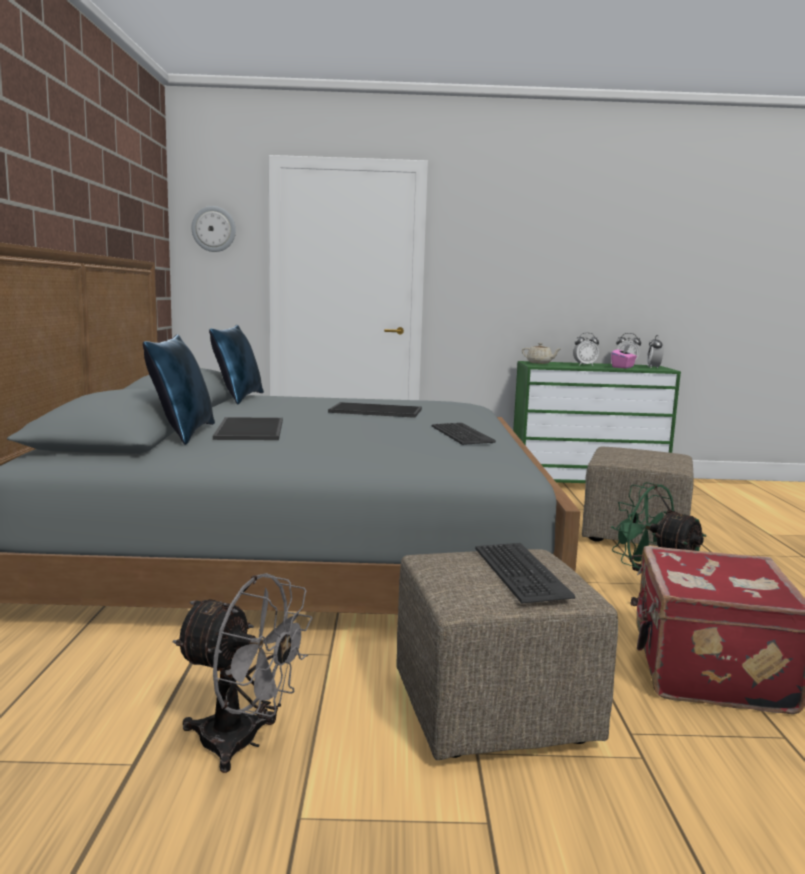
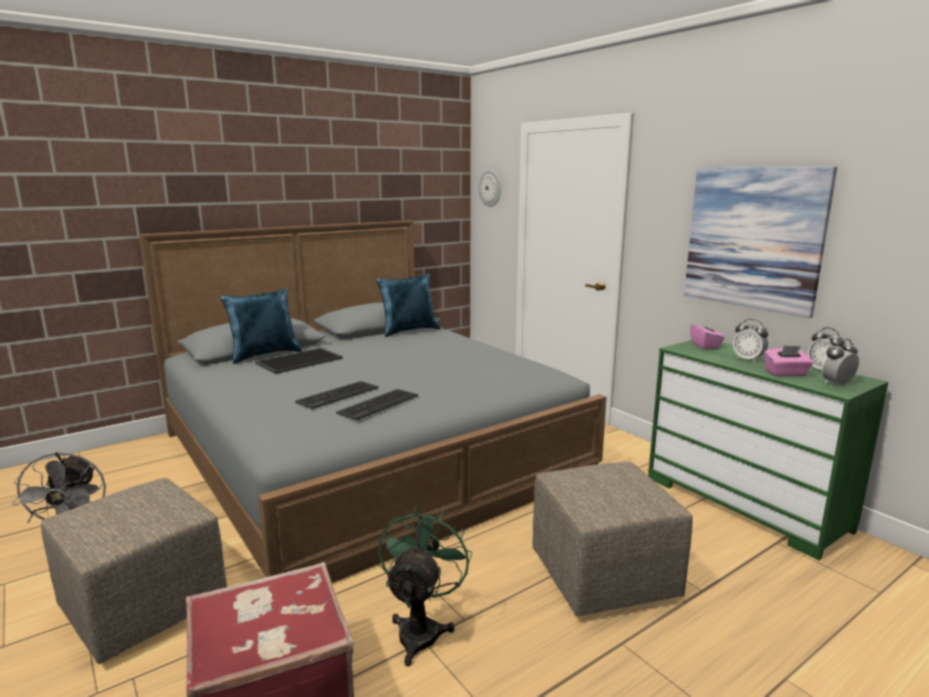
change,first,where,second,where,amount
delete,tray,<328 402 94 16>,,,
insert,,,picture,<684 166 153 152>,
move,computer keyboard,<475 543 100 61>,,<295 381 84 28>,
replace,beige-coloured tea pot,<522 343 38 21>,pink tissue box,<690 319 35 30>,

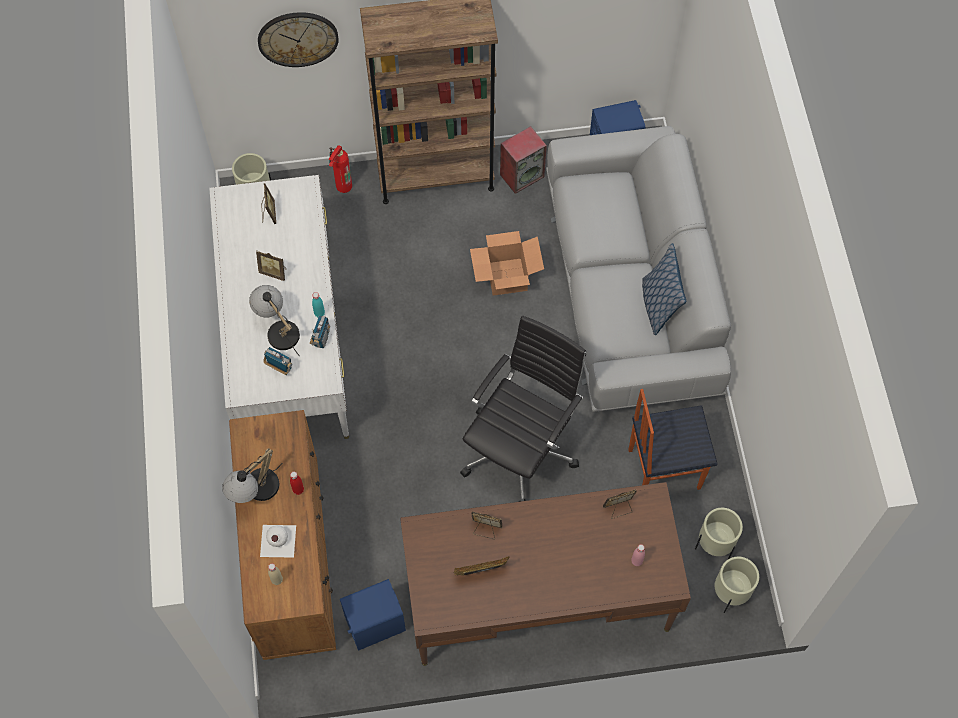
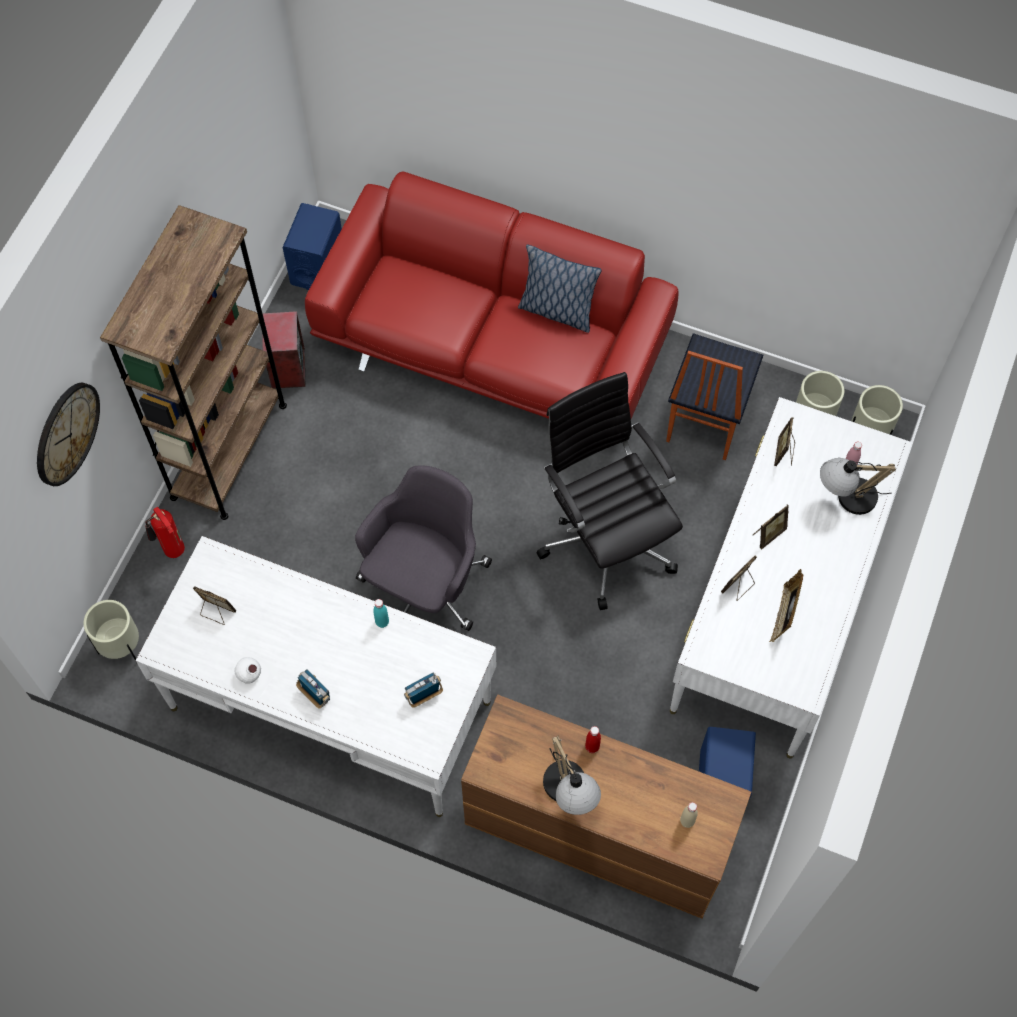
change,first,where,second,where,amount
delete,carton,<470 231 74 65>,,,
insert,,,gray office chair,<355 465 137 166>,
move,tabletop lamp,<249 285 51 71>,,<820 458 76 57>,
move,photo frame,<256 251 29 30>,,<752 505 37 44>,
move,whitish beverage bottle,<260 525 36 33>,,<223 650 56 52>,
move,radio,<310 316 20 32>,,<296 669 34 39>,
recolor,brownish desk table,<400 482 291 184>,whitish desk table,<670 397 242 362>,
recolor,gray settee,<546 126 185 286>,red settee,<305 171 374 248>,

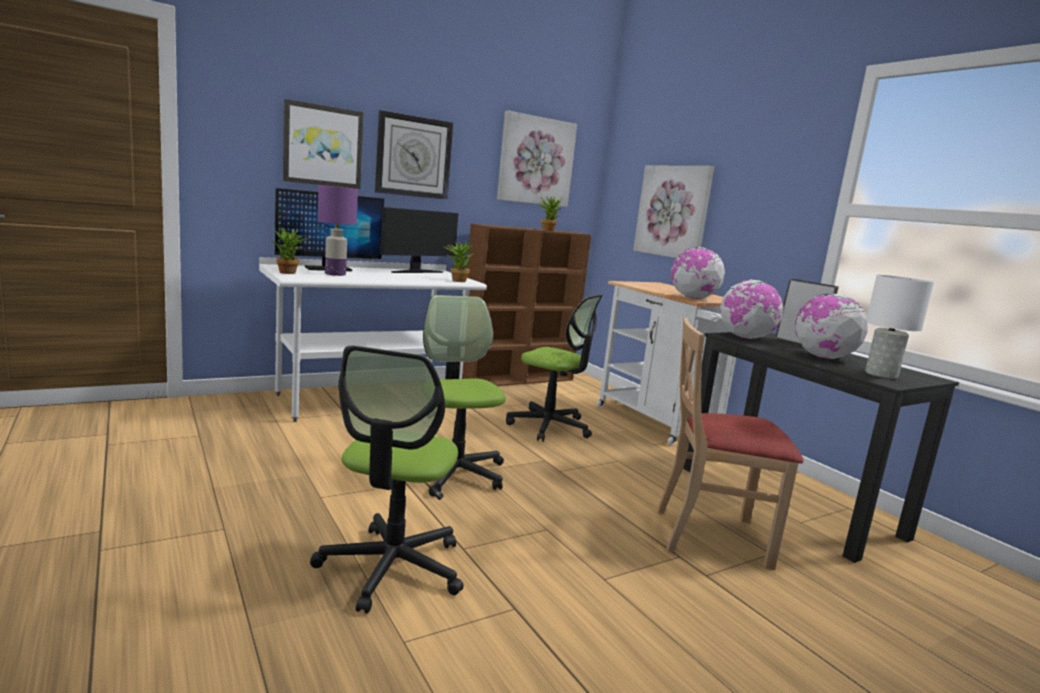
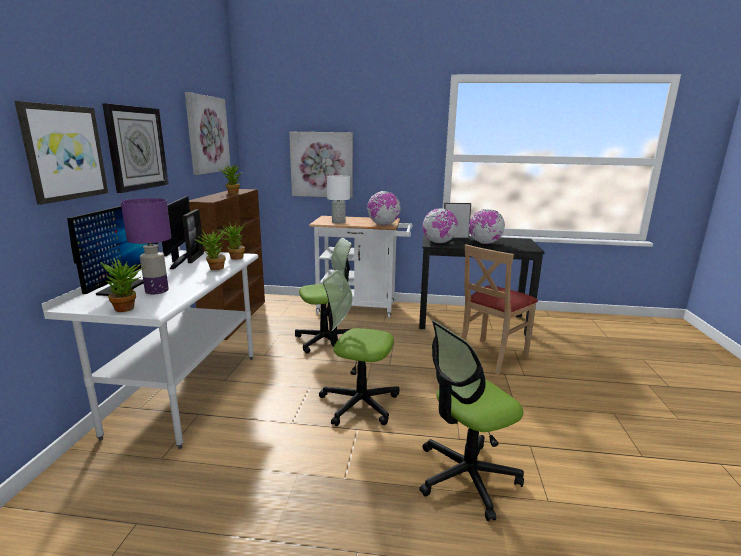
change,first,where,second,where,amount
insert,,,photo frame,<182 209 22 54>,
insert,,,potted plant,<194 230 32 40>,
move,whitish tabletop lamp,<865 275 69 104>,,<327 175 23 48>,
rotate,office chair,<310 345 154 268>,,<419 321 105 200>,105 degrees clockwise

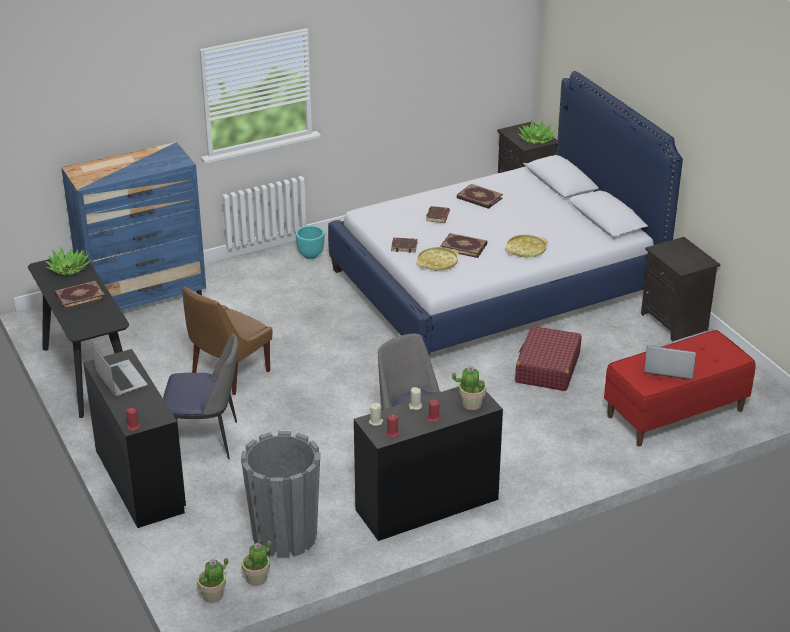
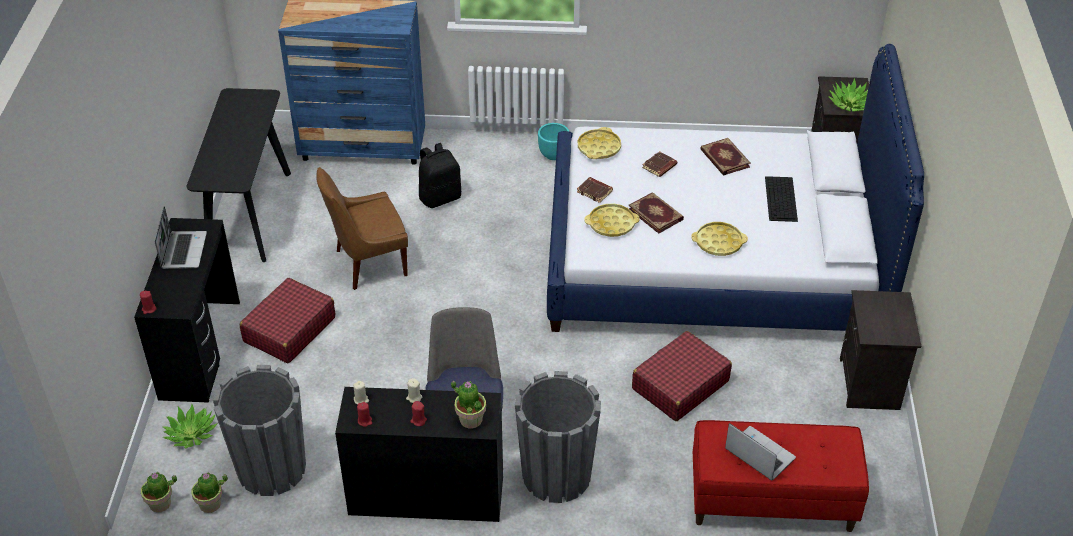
change,first,where,second,where,amount
delete,volume,<54 281 51 29>,,,
insert,,,black knapsack,<419 143 42 65>,
insert,,,gray flower pot,<515 371 86 132>,
insert,,,yellow-coloured tray,<578 127 43 32>,
insert,,,computer keyboard,<765 176 33 46>,
move,potted plant,<45 246 46 29>,,<163 405 55 43>,
replace,upright chair,<163 333 75 126>,red suitcase,<240 278 95 85>,

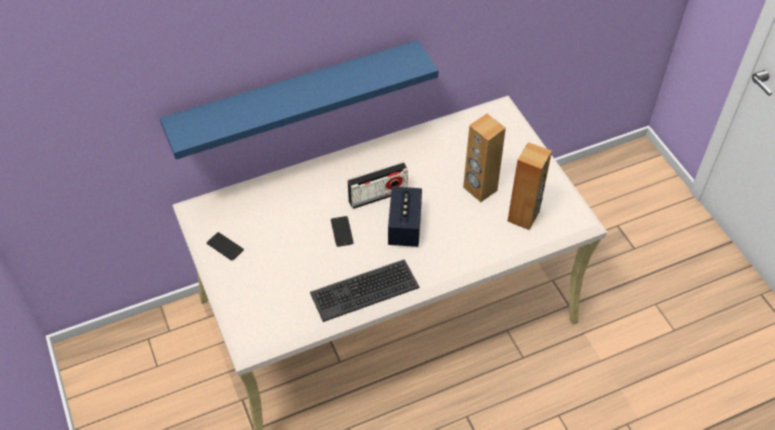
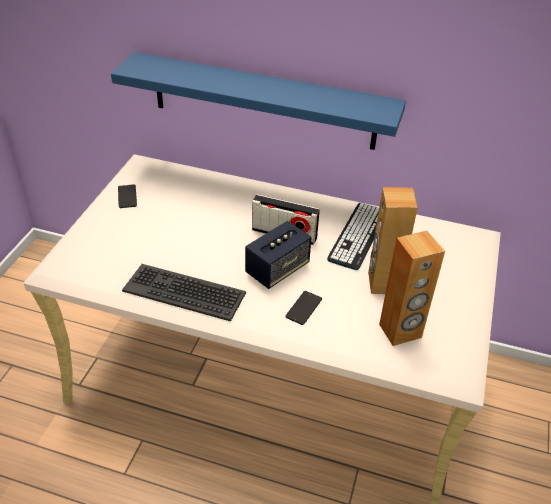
change,first,where,second,where,amount
insert,,,computer keyboard,<327 203 52 67>,
move,telephone,<331 216 23 31>,,<285 291 37 34>,

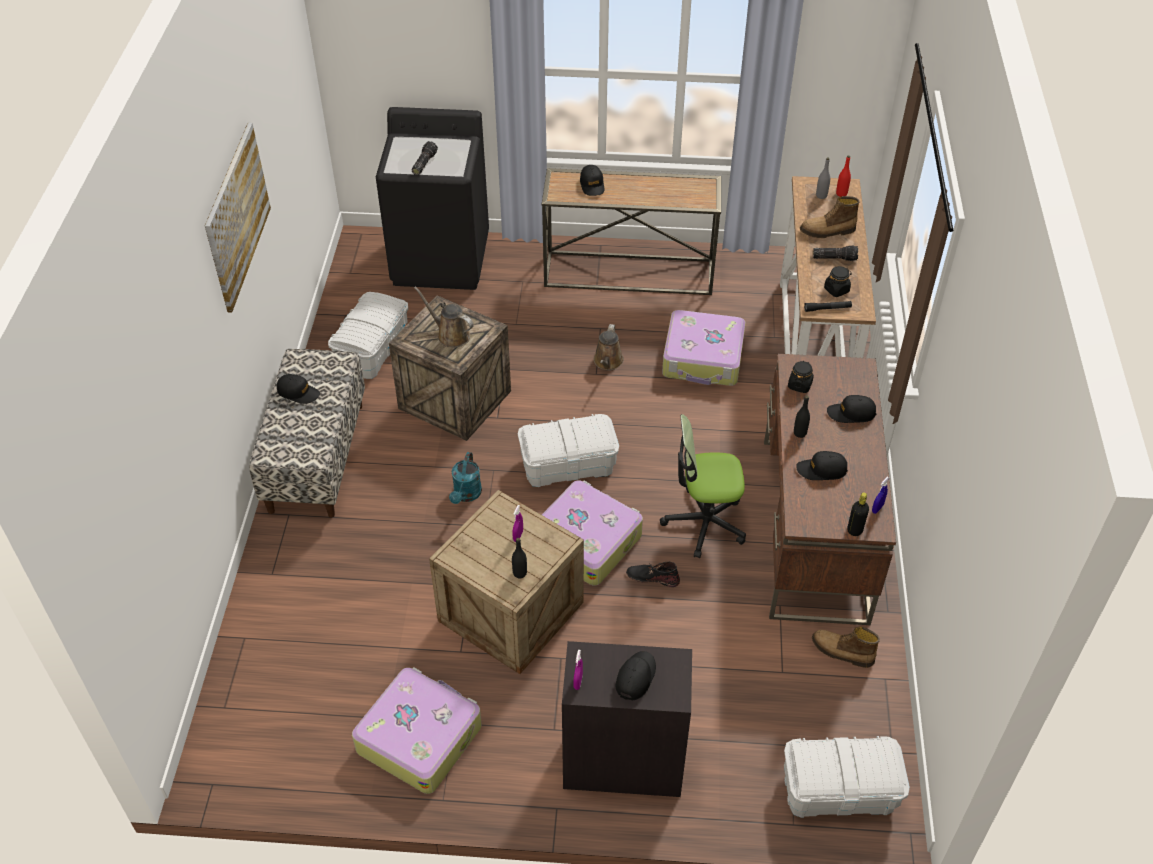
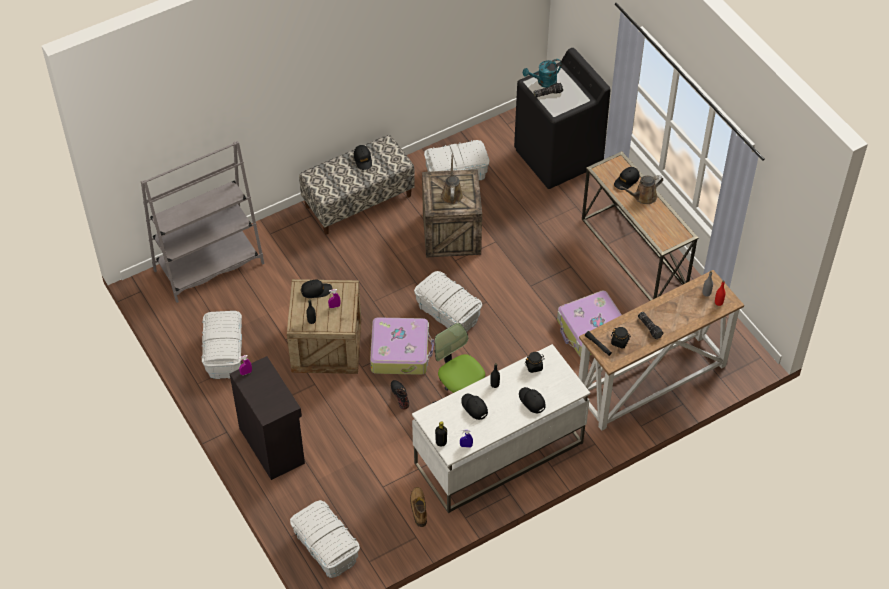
change,first,where,second,where,amount
delete,picture,<205 123 66 190>,,,
delete,high-top boot,<800 196 60 42>,,,
insert,,,gray bookcase,<141 141 123 162>,
move,turquoise-coloured sprinkling can,<449 452 33 52>,,<523 59 39 29>,
move,brownish sprinkling can,<594 324 30 46>,,<619 175 44 29>,
move,black cap,<616 651 40 50>,,<301 280 31 18>,
replace,suitcase,<352 667 130 127>,whitish storage bin,<201 311 41 68>,
recolor,brownish desk table,<764 354 132 271>,whitish desk table,<412 344 178 169>,

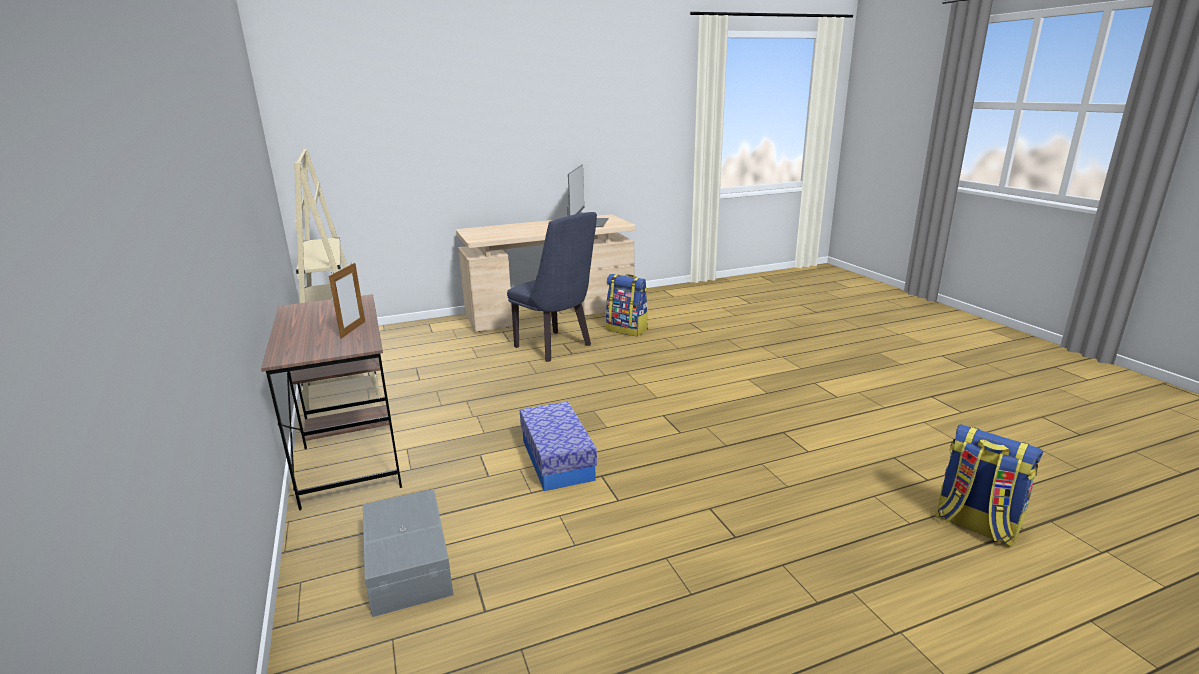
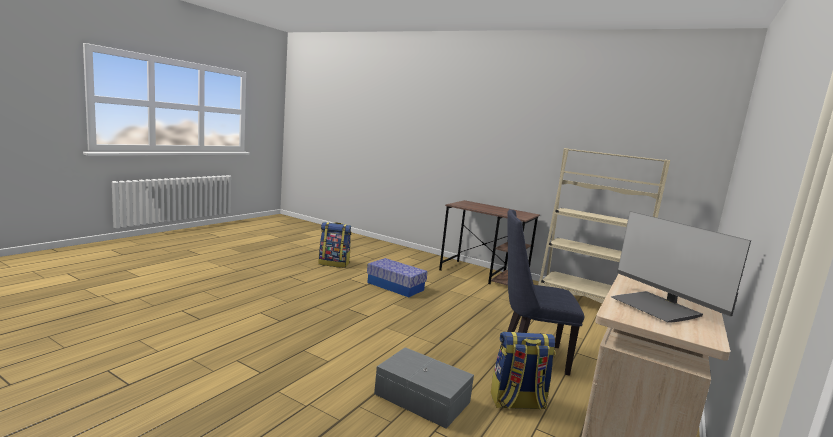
change,first,where,second,where,amount
delete,photo frame,<329 262 36 77>,,,
move,gray storage bin,<363 489 91 128>,,<374 347 100 82>,
move,knapsack,<935 424 108 123>,,<319 222 33 46>,

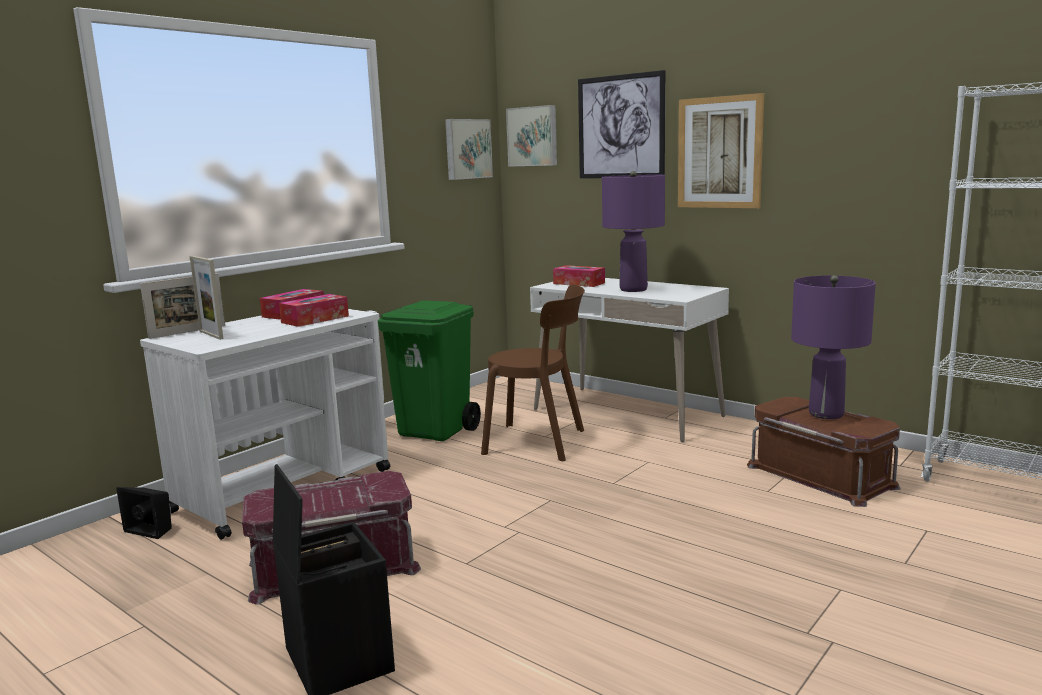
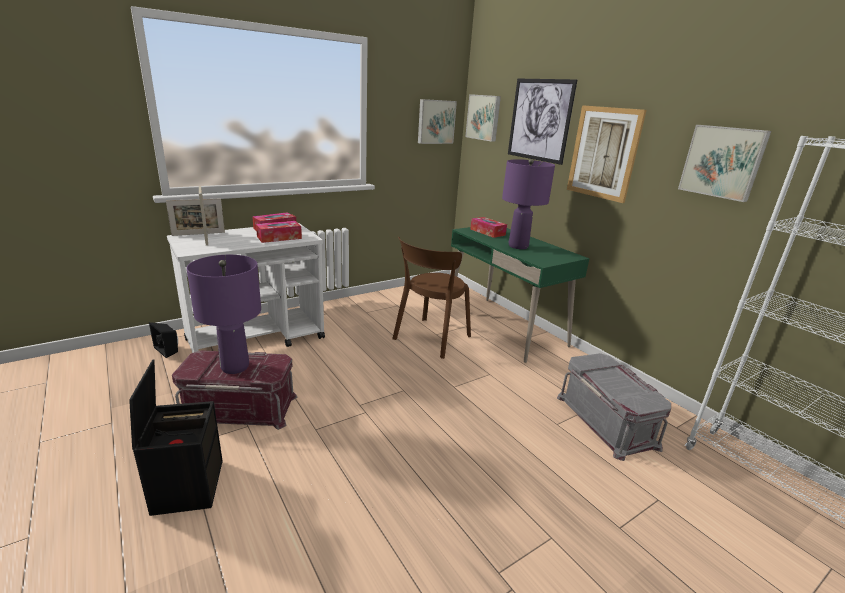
change,first,where,second,where,amount
delete,green rubbish bin,<378 300 103 141>,,,
insert,,,picture,<678 125 93 77>,
move,purplish tabletop lamp,<791 275 85 144>,,<186 255 75 119>,
recolor,whitish desk table,<530 278 199 164>,green desk table,<445 227 145 136>,
recolor,brownish storage bin,<747 397 154 110>,gray storage bin,<557 353 114 108>,
rotate,brownish upright chair,<481 284 104 177>,,<392 237 79 122>,90 degrees clockwise

